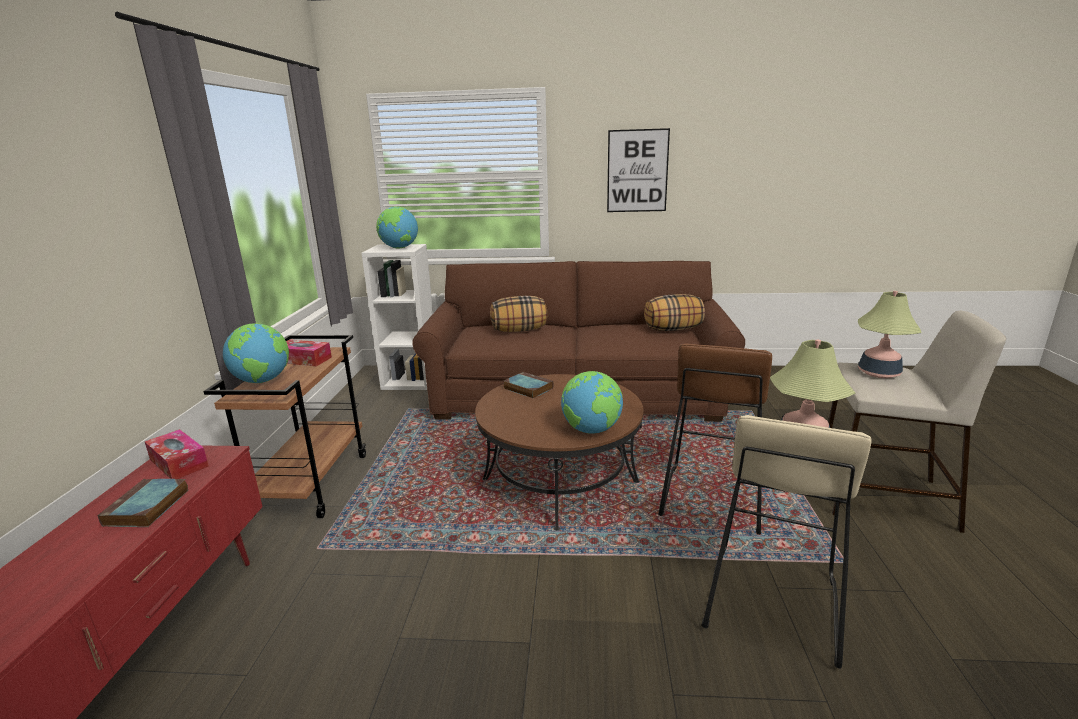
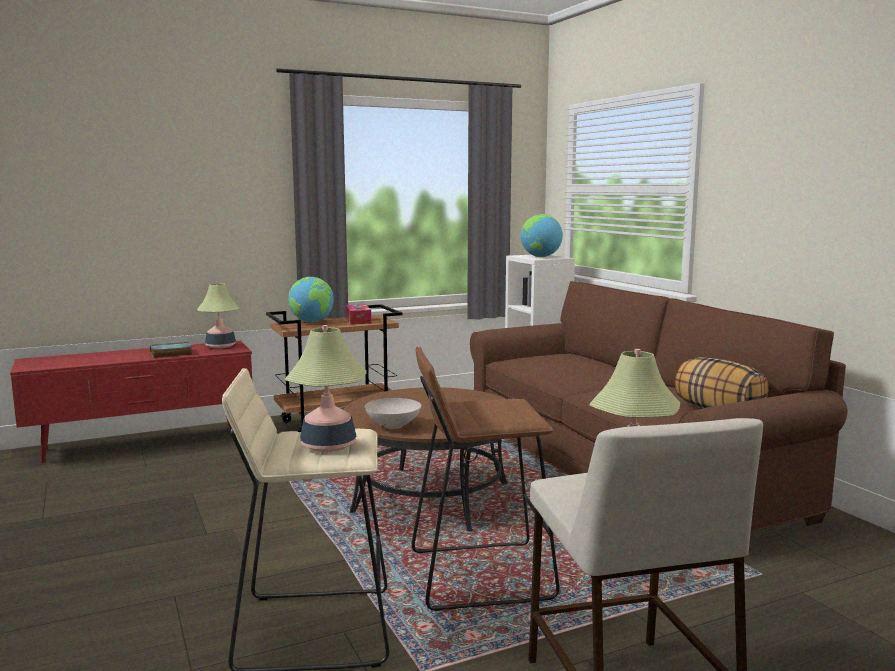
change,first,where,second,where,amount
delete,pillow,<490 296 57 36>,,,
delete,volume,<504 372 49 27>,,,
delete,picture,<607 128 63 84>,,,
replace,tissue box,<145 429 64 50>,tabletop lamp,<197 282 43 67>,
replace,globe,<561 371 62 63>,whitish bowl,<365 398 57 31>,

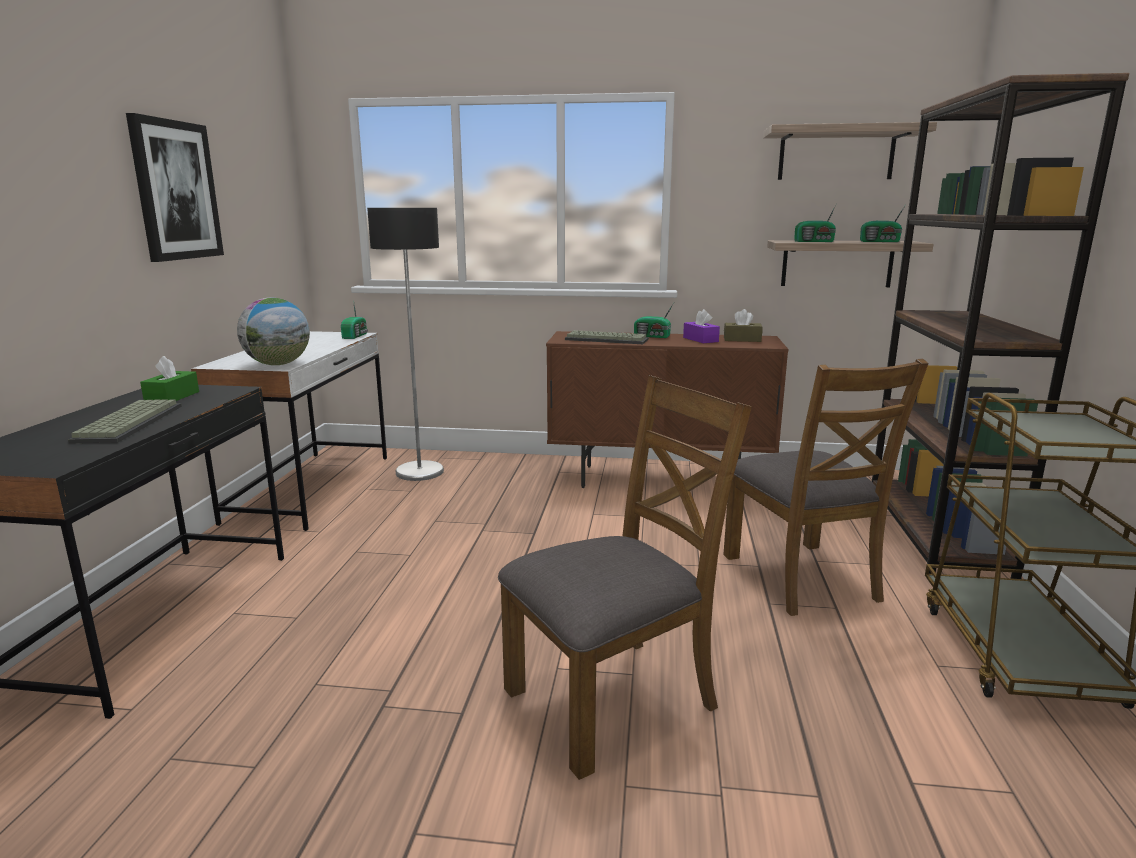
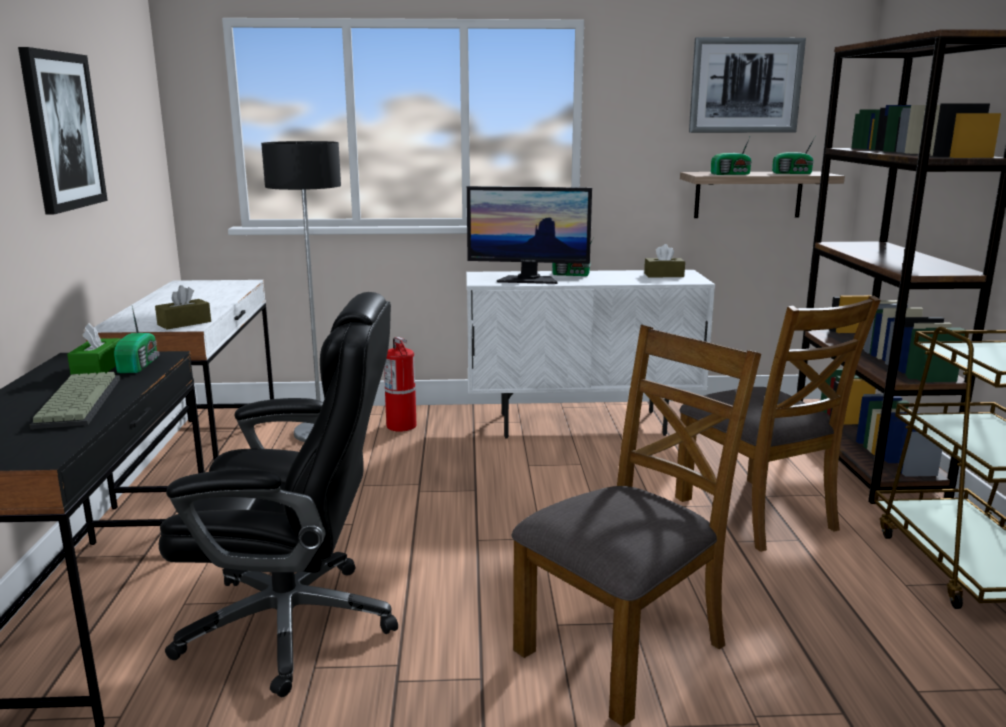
change,first,where,second,where,amount
delete,purplish tissue box,<683 309 37 34>,,,
insert,,,black office chair,<159 292 239 405>,
insert,,,extinguisher,<384 337 32 95>,
move,radio,<341 300 27 39>,,<114 306 45 67>,
replace,globe,<237 298 73 67>,brownish tissue box,<155 285 56 44>,
replace,computer keyboard,<565 330 84 14>,computer display,<467 186 125 98>,
replace,shelf,<763 122 174 58>,picture,<689 37 117 96>,
recolor,brownish cupboard,<546 331 242 157>,whitish cupboard,<466 270 249 169>,

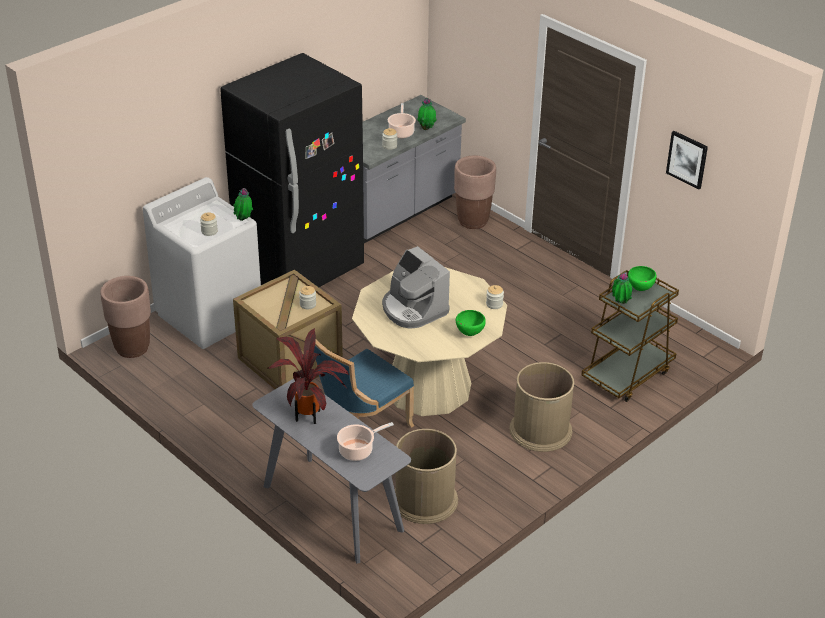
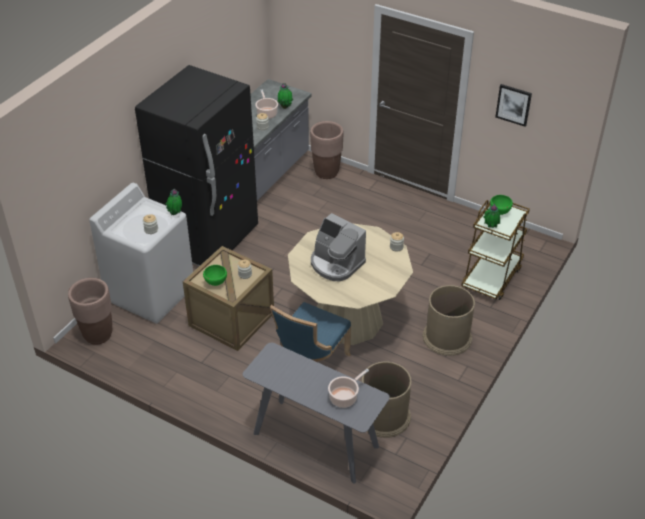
change,first,where,second,where,amount
delete,potted plant,<268 328 81 96>,,,
move,green bowl,<456 310 30 26>,,<203 265 24 21>,

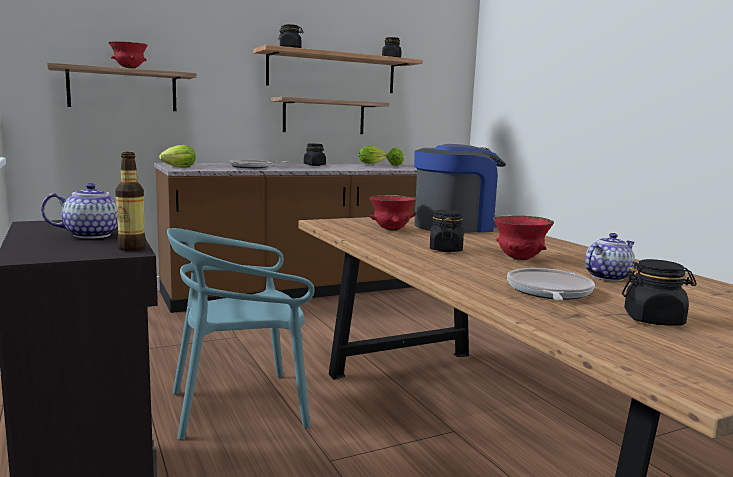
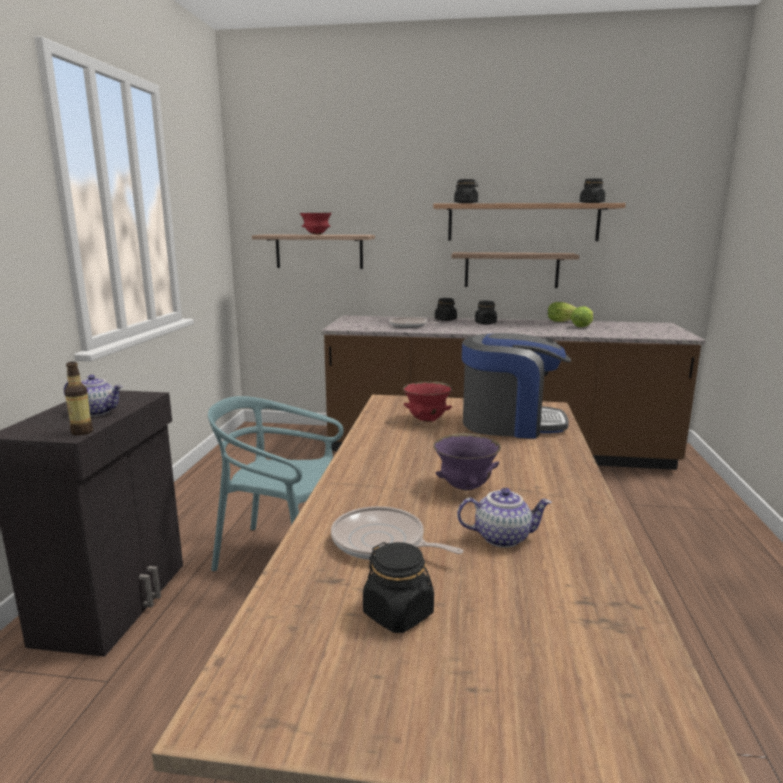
change,first,where,second,where,amount
delete,lettuce head,<159 145 37 23>,,,
move,black storage jar,<430 210 34 42>,,<435 298 22 23>,
recolor,red bowl,<493 215 61 45>,purplish bowl,<434 433 67 58>,
rotate,pan,<507 268 88 33>,,<331 506 132 54>,105 degrees counterclockwise

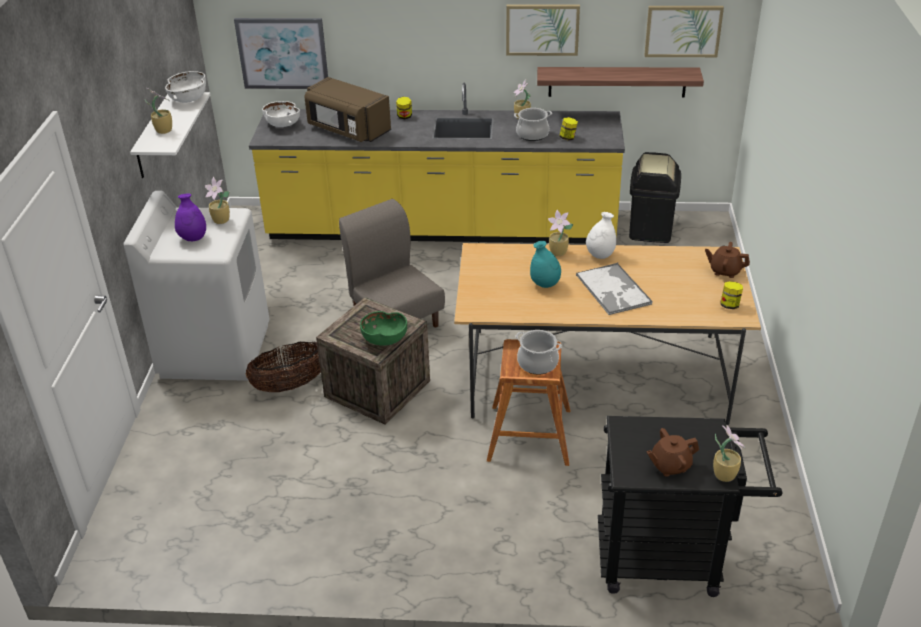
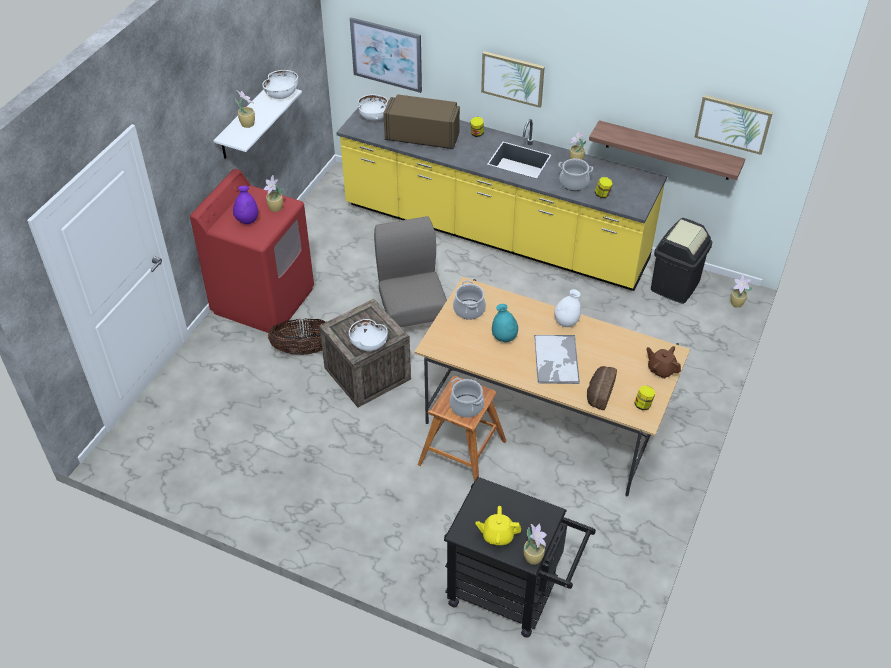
change,first,where,second,where,amount
insert,,,cooking pot,<453 280 33 40>,
insert,,,bread,<587 366 30 44>,
move,picture,<506 5 74 51>,,<481 51 64 57>,
move,potted plant,<548 210 25 46>,,<731 274 22 34>,
recolor,whitish laundry machine,<124 191 146 190>,red laundry machine,<190 169 124 164>,
recolor,green bowl,<360 311 47 35>,whitish bowl,<349 319 39 32>,
recolor,brownish tea pot,<646 428 53 49>,yellow-coloured tea pot,<476 506 45 39>,
rotate,brownish kitchen microwave,<304 77 87 65>,,<383 94 77 55>,135 degrees clockwise

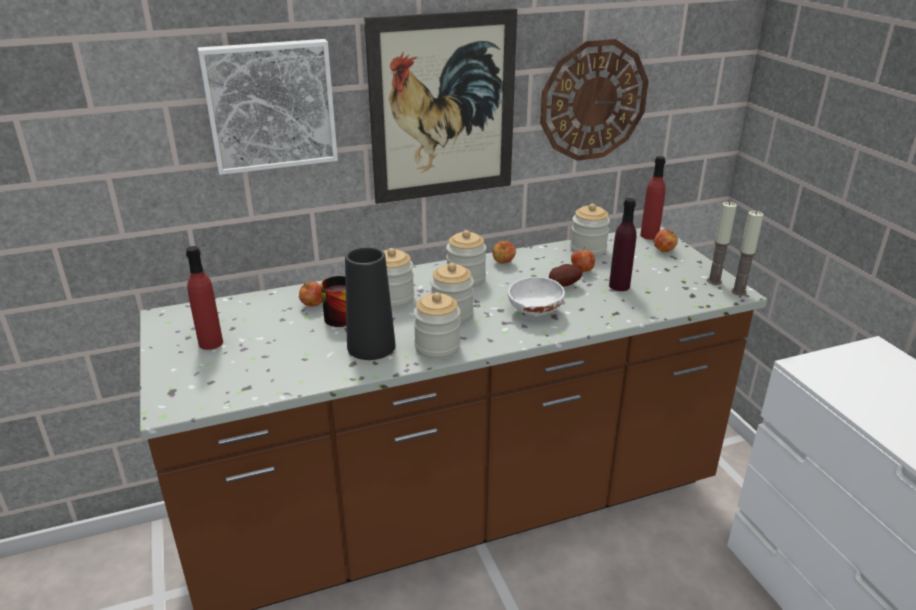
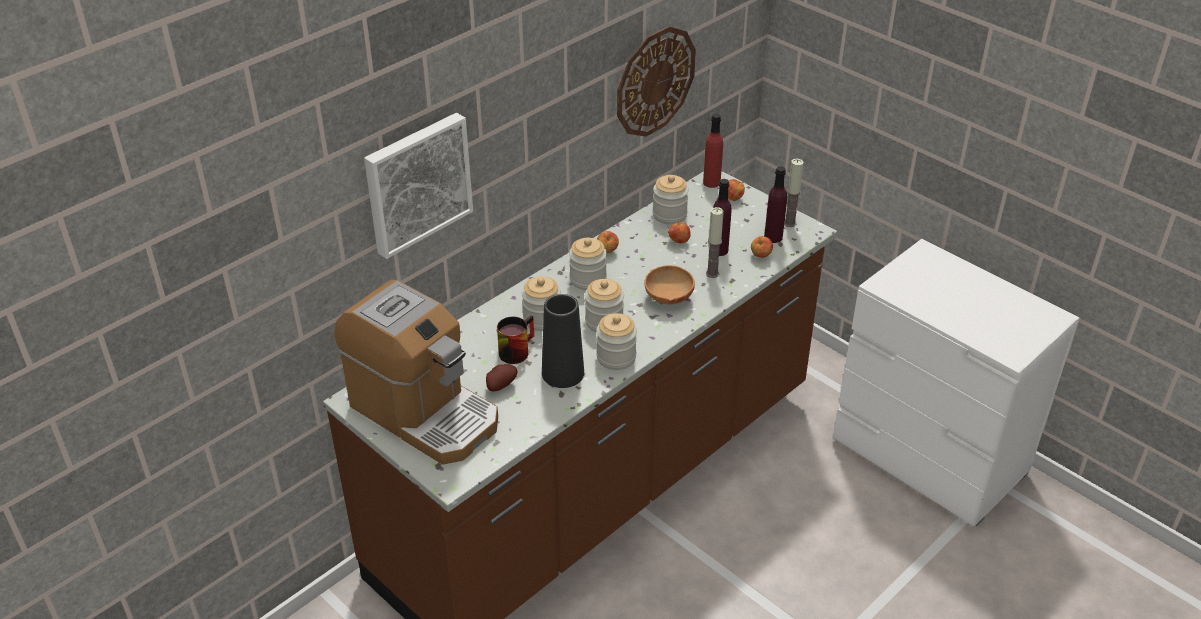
change,first,where,second,where,amount
delete,picture,<364 8 153 196>,,,
insert,,,purplish beverage bottle,<764 166 23 77>,
move,whole apple,<299 282 23 24>,,<751 236 22 22>,
move,potato,<549 264 34 23>,,<486 364 32 28>,
move,wax light,<731 211 33 85>,,<706 207 18 71>,
replace,red beverage bottle,<186 246 37 104>,coffee machine,<335 280 163 185>,
recolor,whitish bowl,<508 277 57 39>,brownish bowl,<645 265 50 39>,

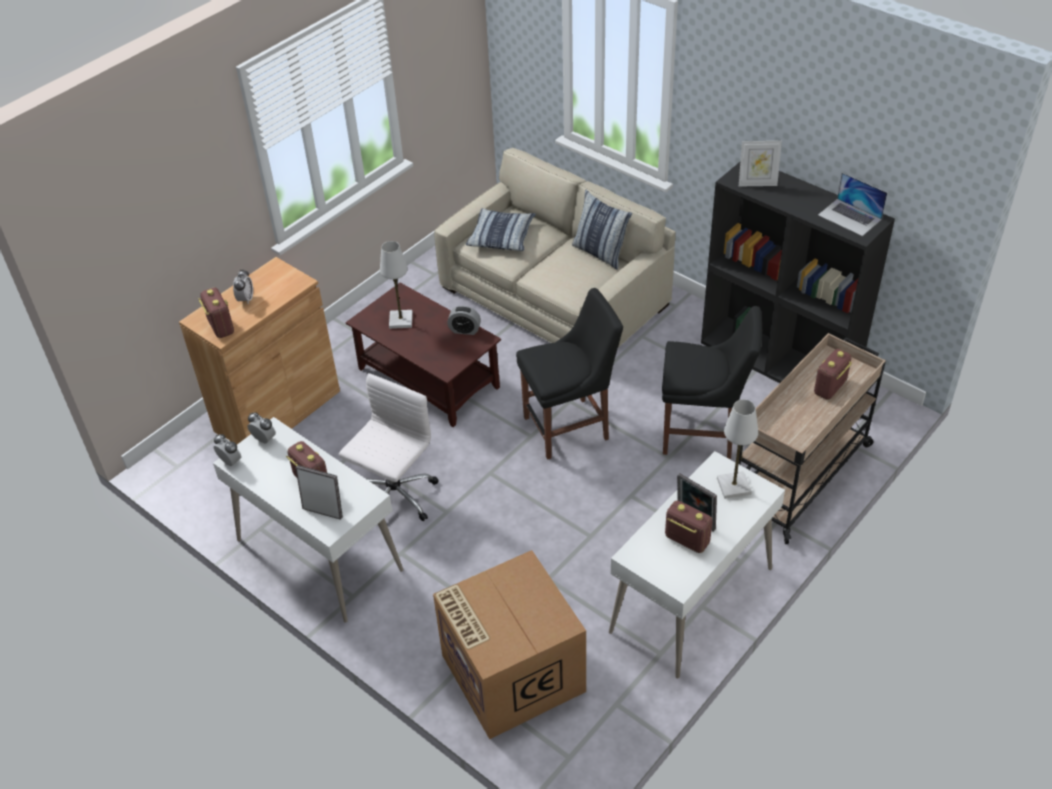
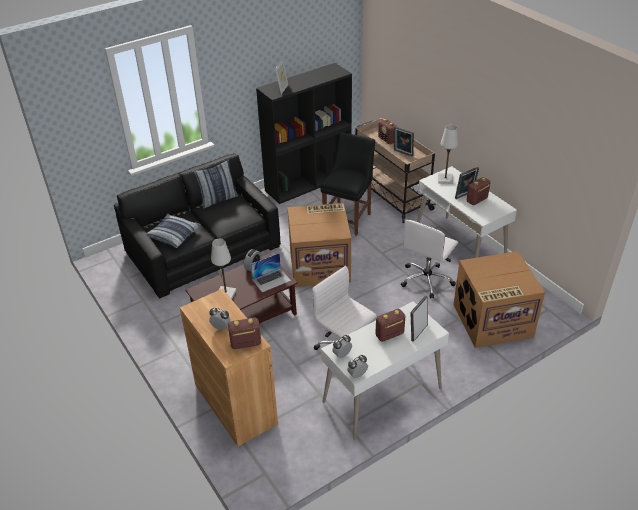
change,first,where,second,where,amount
insert,,,photo frame,<394 126 20 30>,
insert,,,whitish office chair,<401 220 57 79>,
move,laptop,<818 173 69 63>,,<250 253 41 39>,
replace,black upright chair,<516 288 107 172>,carton,<288 203 63 84>,
recolor,beige-coloured settee,<434 148 242 199>,black settee,<114 153 167 146>,

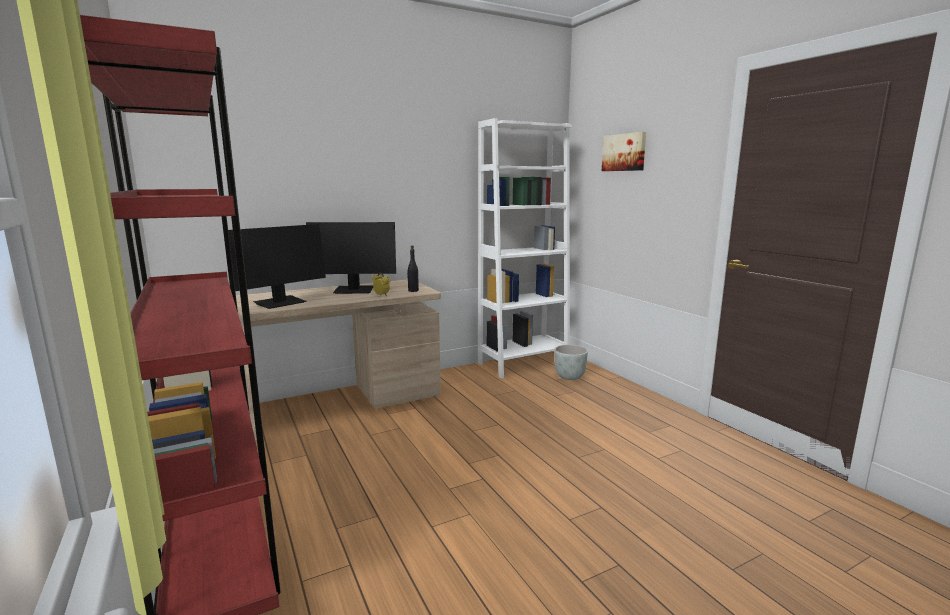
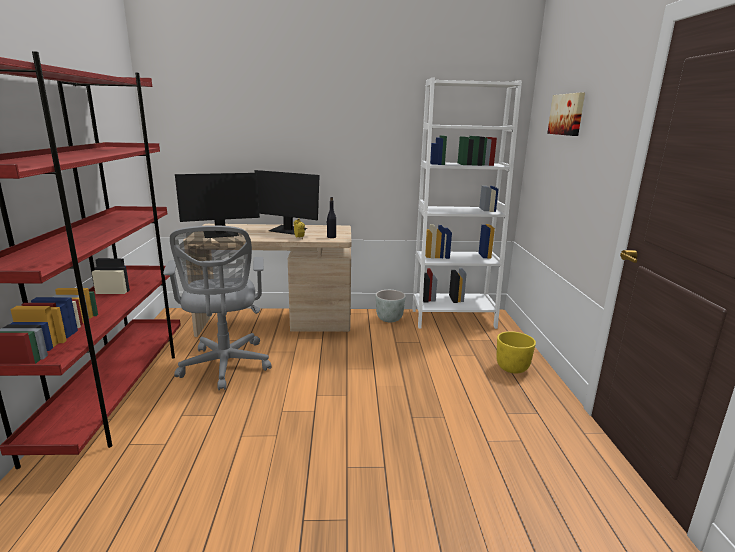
change,first,where,second,where,amount
insert,,,gray office chair,<163 225 109 165>,
insert,,,yellow-coloured flower pot,<496 331 40 43>,
move,gray flower pot,<555 345 33 35>,,<376 290 30 32>,

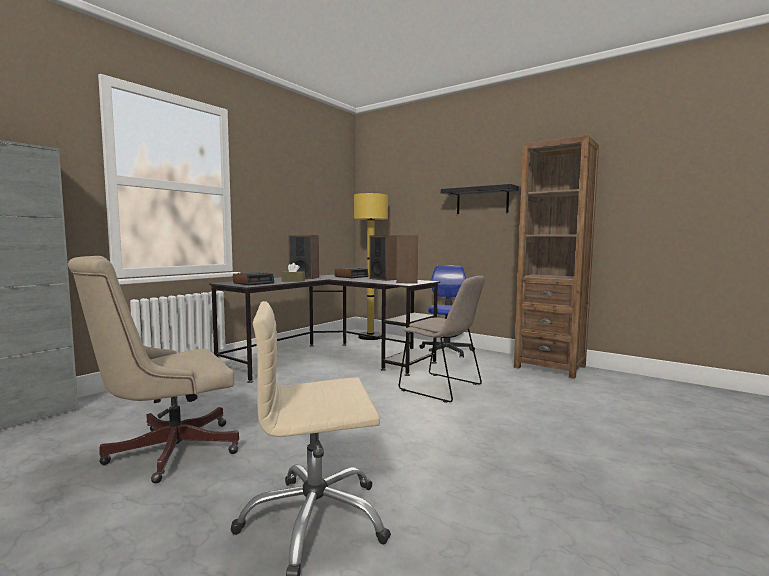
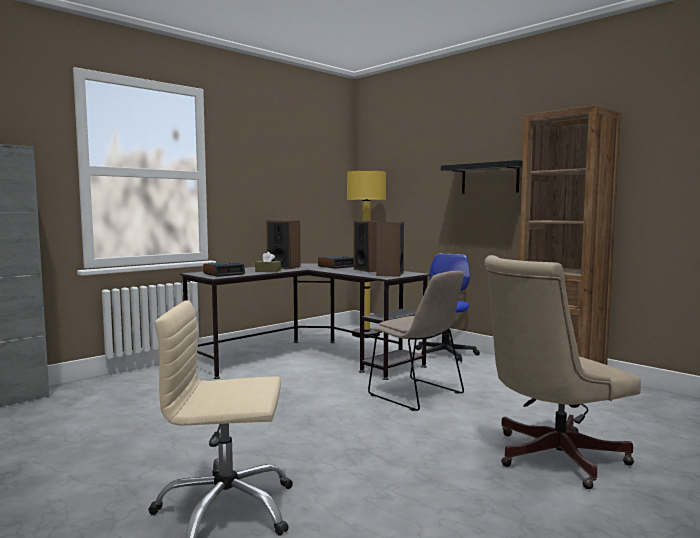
change,first,where,second,where,amount
move,beige-coloured office chair,<68 256 171 227>,,<484 255 157 234>,

